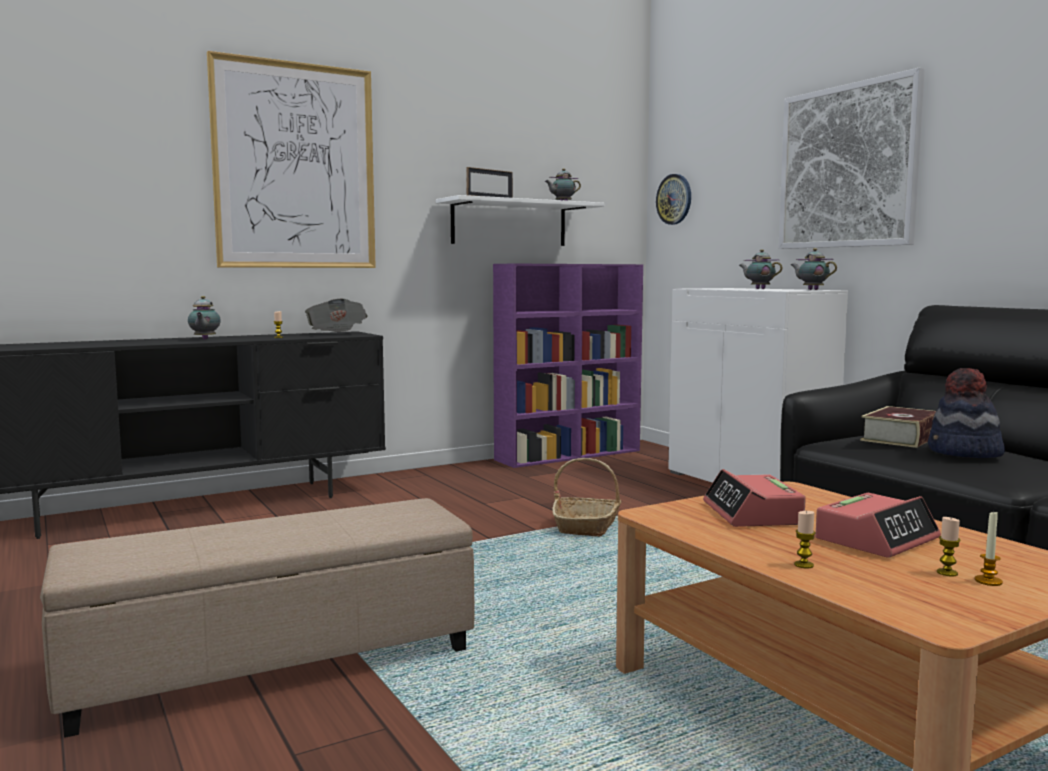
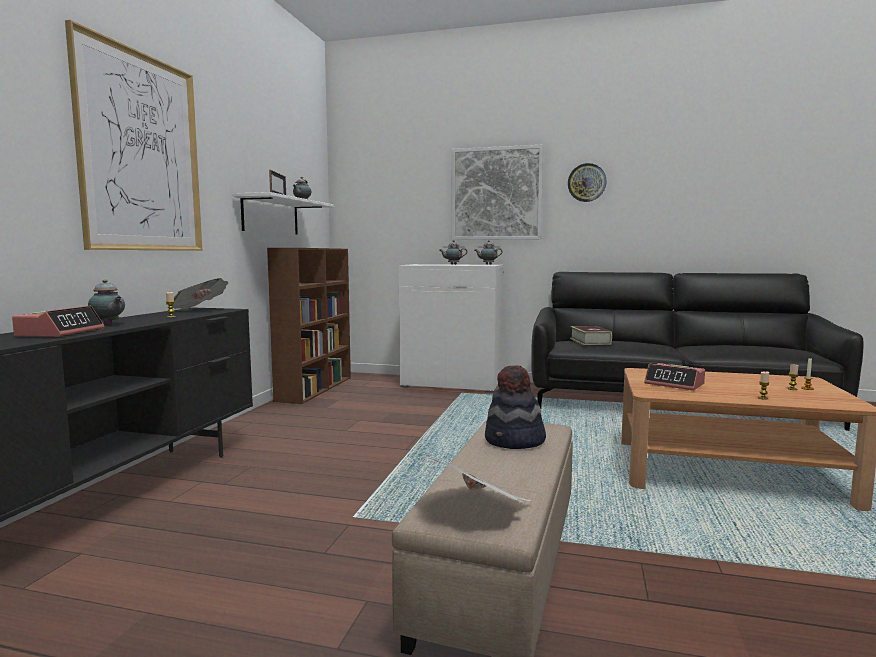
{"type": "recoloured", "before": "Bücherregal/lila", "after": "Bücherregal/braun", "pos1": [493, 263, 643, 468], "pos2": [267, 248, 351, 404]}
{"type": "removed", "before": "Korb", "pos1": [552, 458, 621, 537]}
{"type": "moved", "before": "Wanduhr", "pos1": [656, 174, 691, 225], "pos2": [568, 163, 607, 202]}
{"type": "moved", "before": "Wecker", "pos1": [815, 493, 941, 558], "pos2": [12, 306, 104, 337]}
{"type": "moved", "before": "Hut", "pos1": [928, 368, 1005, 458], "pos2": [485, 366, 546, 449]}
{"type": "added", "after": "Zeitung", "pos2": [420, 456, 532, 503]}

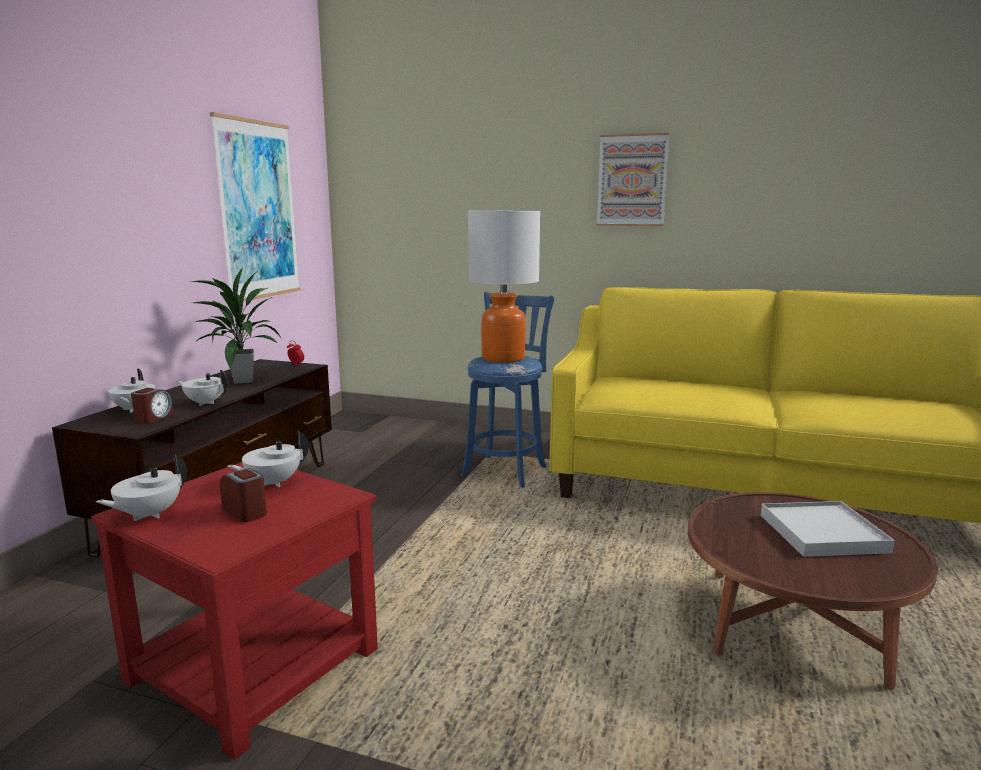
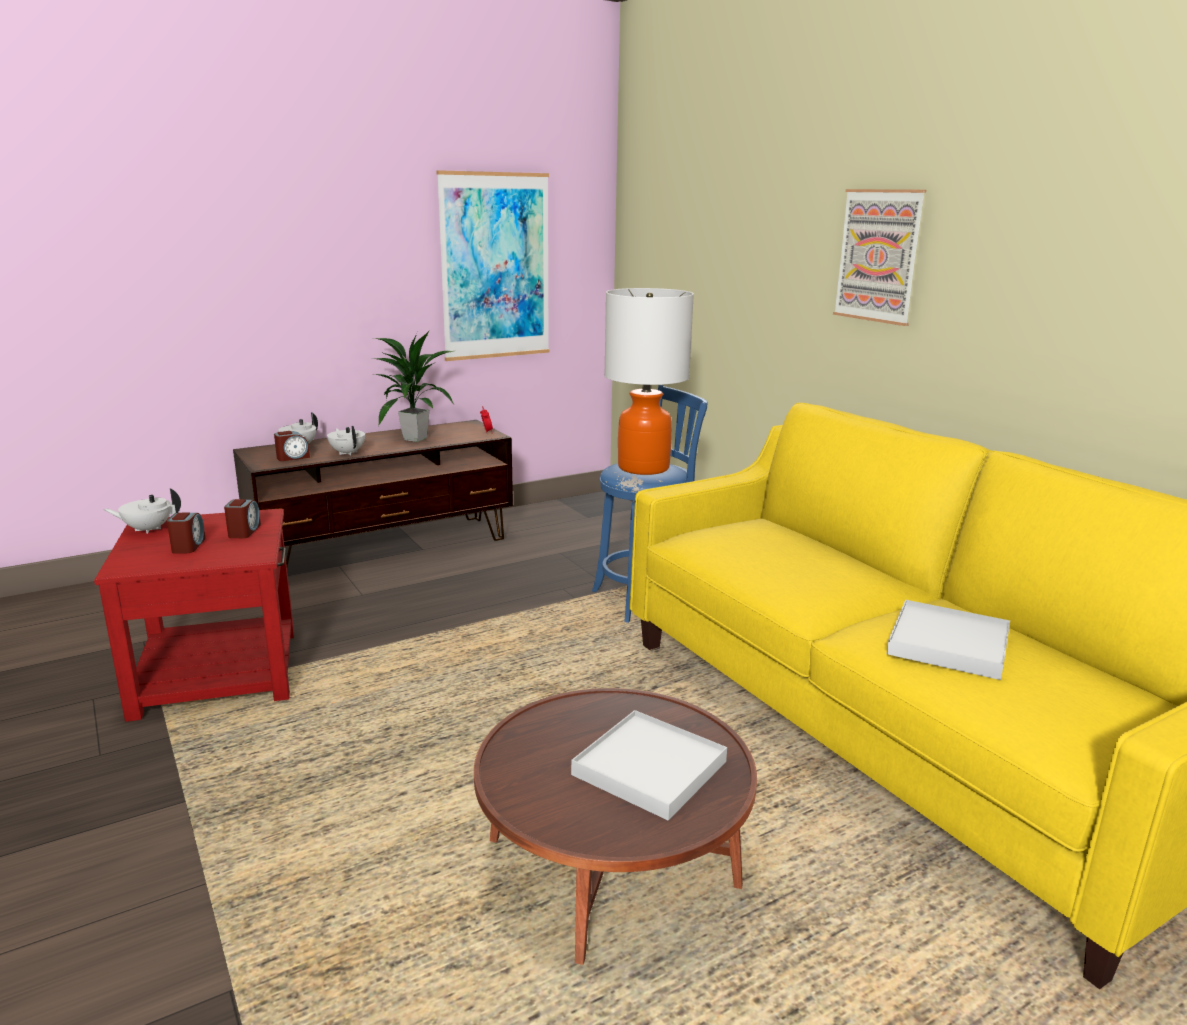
{"type": "replaced", "before": "Teekanne/weiß", "after": "Wecker", "pos1": [227, 431, 309, 487], "pos2": [224, 499, 261, 538]}
{"type": "added", "after": "Tablett/weiß", "pos2": [887, 600, 1010, 680]}

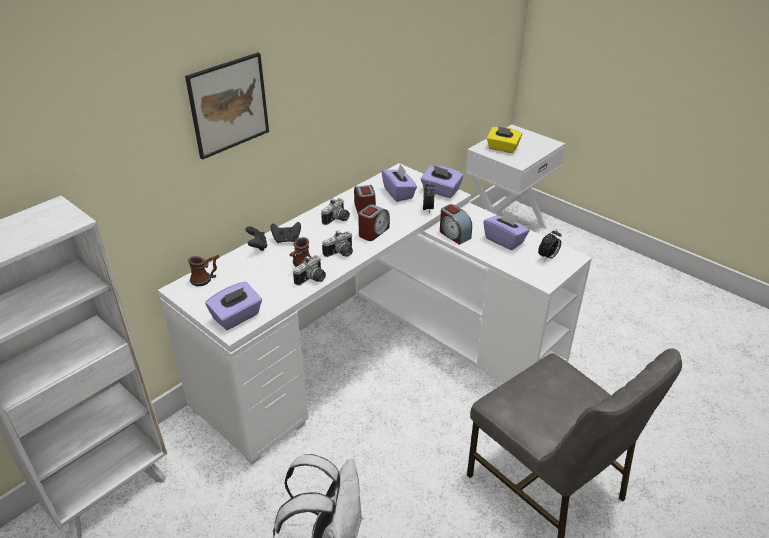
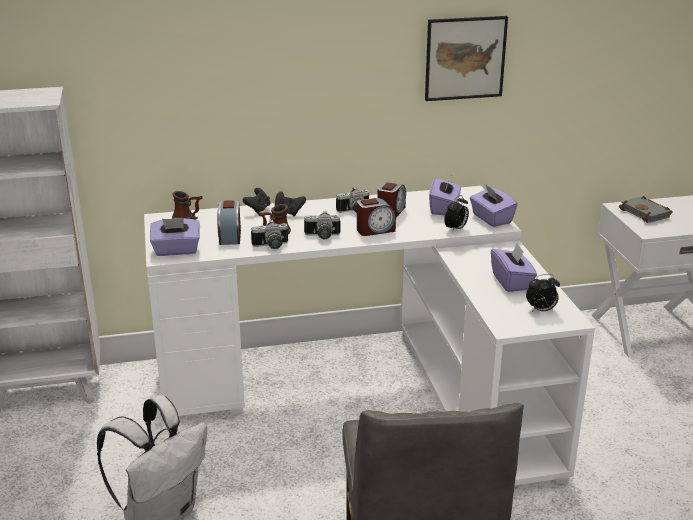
{"type": "moved", "before": "Bild", "pos1": [185, 52, 269, 160], "pos2": [425, 16, 508, 101]}
{"type": "moved", "before": "Wecker", "pos1": [440, 204, 472, 245], "pos2": [217, 200, 241, 245]}
{"type": "replaced", "before": "Taschentuchbox/gelb", "after": "Buch/grau", "pos1": [487, 126, 522, 153], "pos2": [619, 196, 673, 223]}

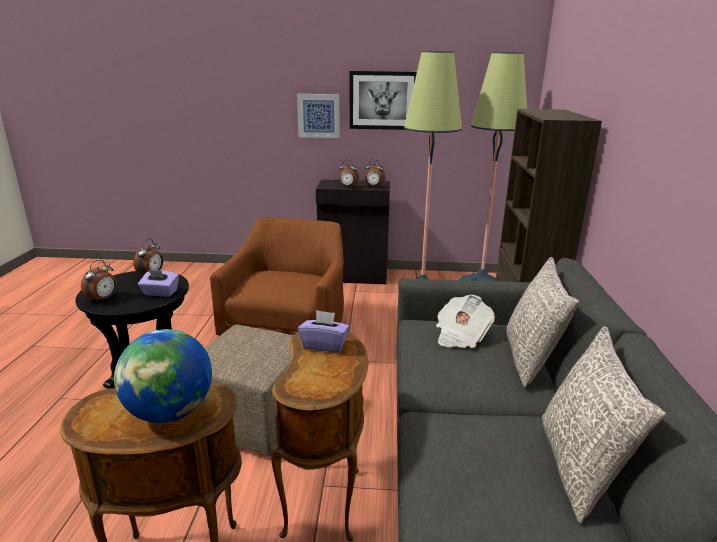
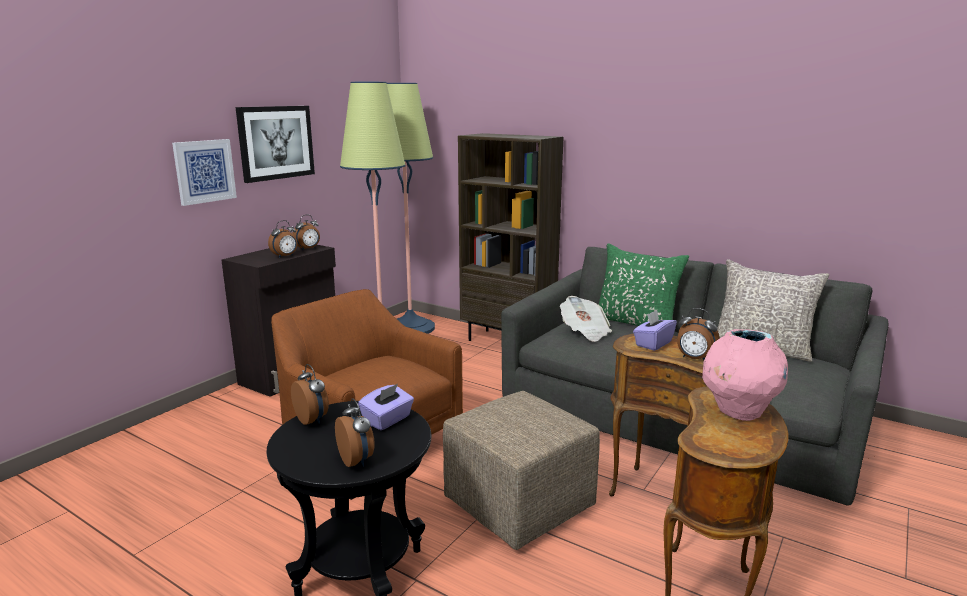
{"type": "replaced", "before": "Globus", "after": "Vase/rosa", "pos1": [114, 329, 212, 423], "pos2": [702, 329, 788, 421]}
{"type": "recoloured", "before": "Kissen/grau", "after": "Kissen/grün", "pos1": [506, 257, 580, 387], "pos2": [599, 243, 689, 326]}
{"type": "added", "after": "Wecker", "pos2": [677, 308, 720, 360]}

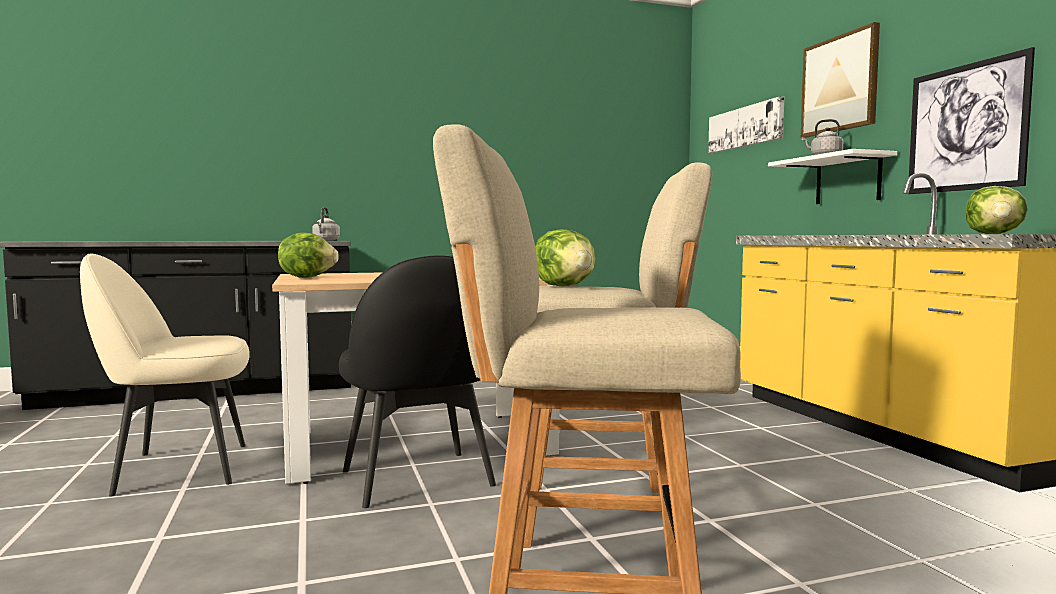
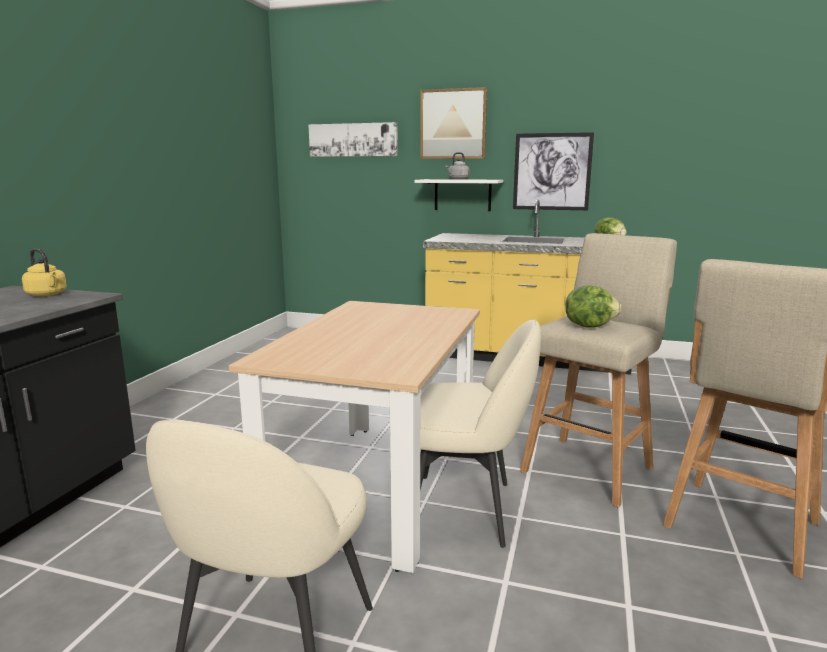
{"type": "removed", "before": "Salatkopf", "pos1": [278, 232, 339, 278]}
{"type": "recoloured", "before": "Wasserkessel/grau", "after": "Wasserkessel/gelb", "pos1": [312, 207, 340, 241], "pos2": [22, 248, 67, 296]}
{"type": "recoloured", "before": "Stuhl/schwarz", "after": "Stuhl/beige", "pos1": [339, 255, 496, 508], "pos2": [420, 319, 541, 548]}

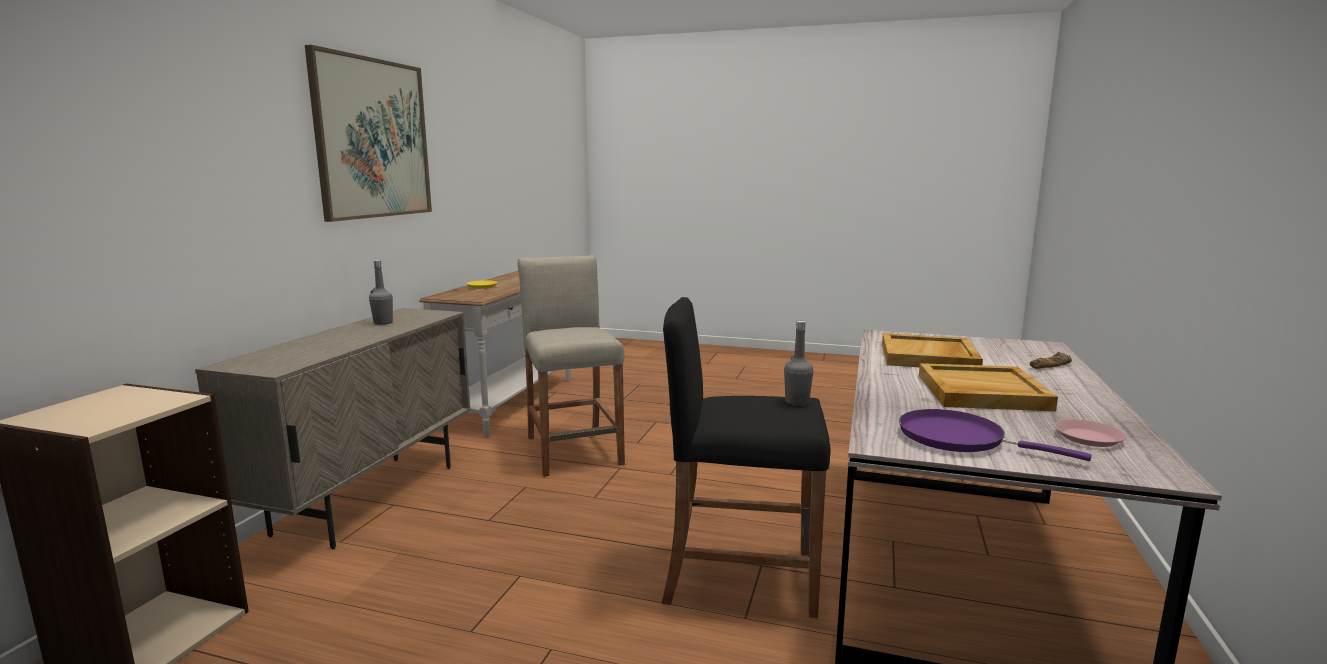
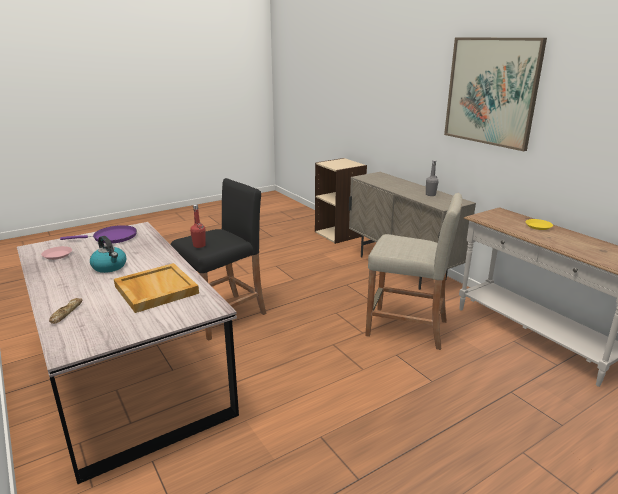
{"type": "recoloured", "before": "Flasche/grau", "after": "Flasche/rot", "pos1": [784, 321, 814, 406], "pos2": [190, 205, 206, 248]}
{"type": "replaced", "before": "Tablett/beige", "after": "Wasserkessel", "pos1": [919, 363, 1058, 411], "pos2": [90, 236, 126, 273]}

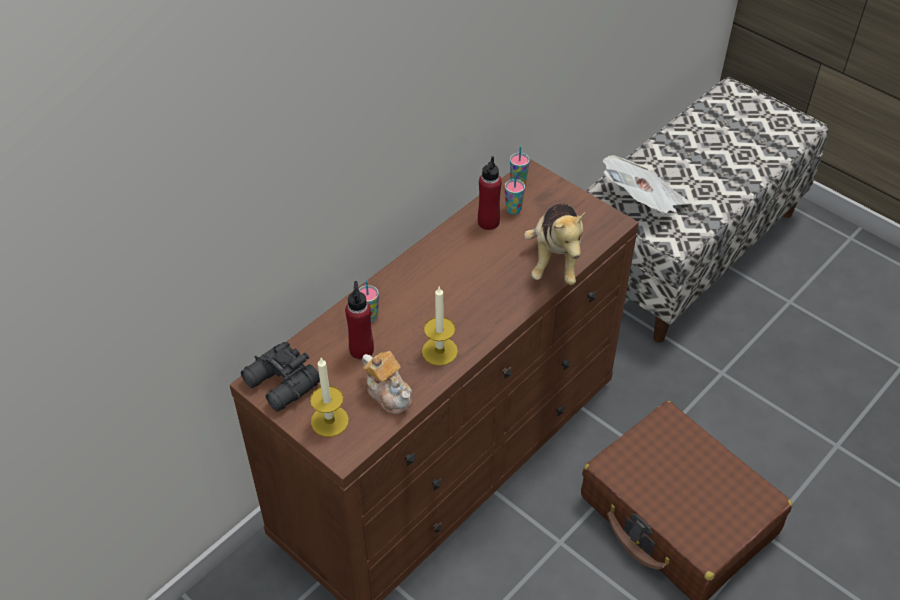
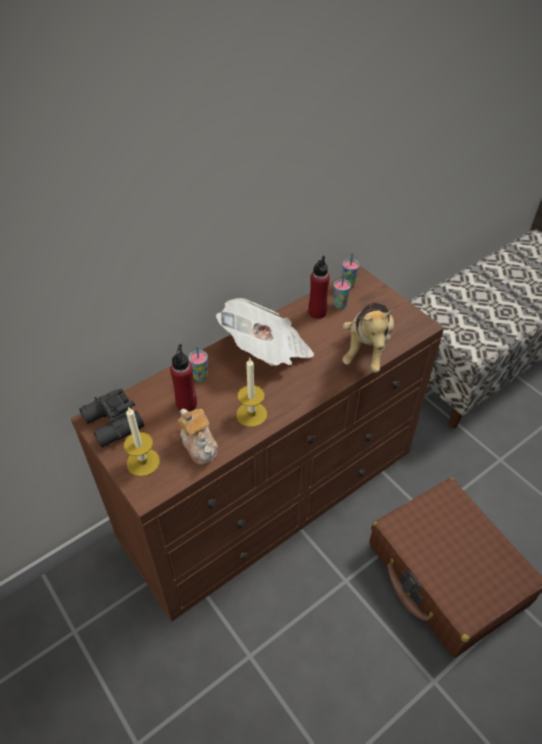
{"type": "moved", "before": "Zeitung", "pos1": [603, 155, 689, 214], "pos2": [216, 298, 314, 366]}

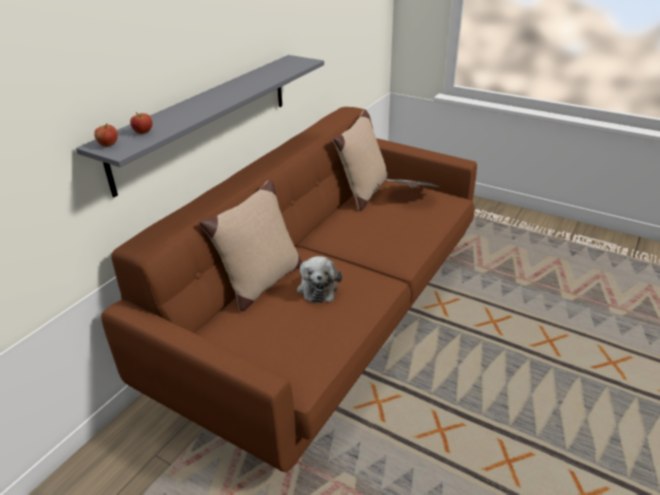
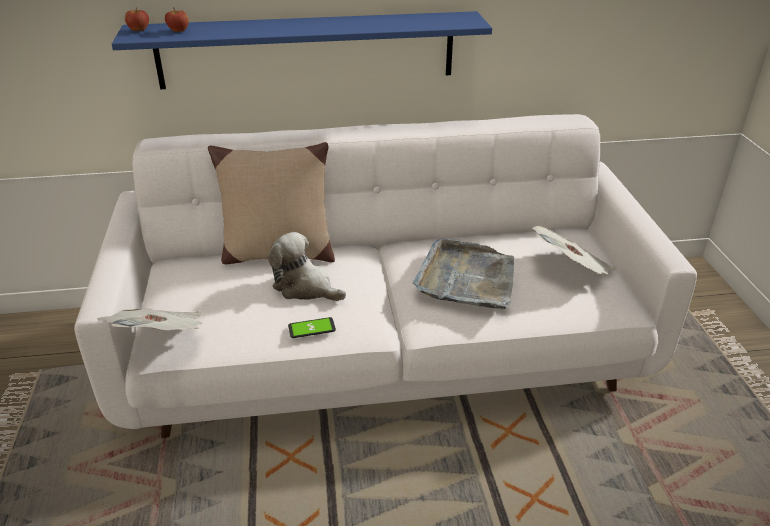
{"type": "recoloured", "before": "Wandregal/grau", "after": "Wandregal/blau", "pos1": [76, 55, 324, 198], "pos2": [112, 11, 492, 89]}
{"type": "recoloured", "before": "Sofa/braun", "after": "Sofa/weiß", "pos1": [101, 107, 477, 472], "pos2": [74, 114, 697, 438]}
{"type": "turned", "before": "Plüschtier", "pos1": [297, 256, 342, 303], "pos2": [268, 232, 346, 301], "turn": 75}
{"type": "removed", "before": "Kissen/beige", "pos1": [333, 110, 389, 211]}
{"type": "added", "after": "Zeitung", "pos2": [97, 308, 202, 330]}
{"type": "added", "after": "Handy", "pos2": [288, 317, 336, 338]}
{"type": "added", "after": "Tablett/grau", "pos2": [413, 238, 514, 309]}

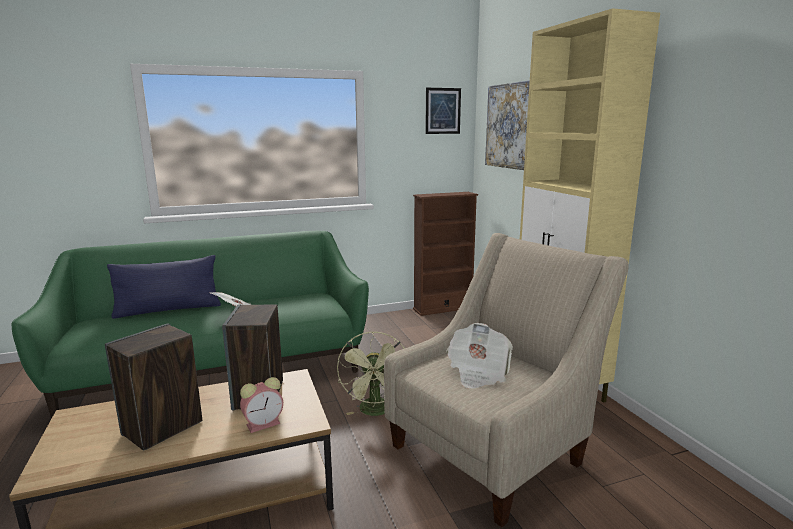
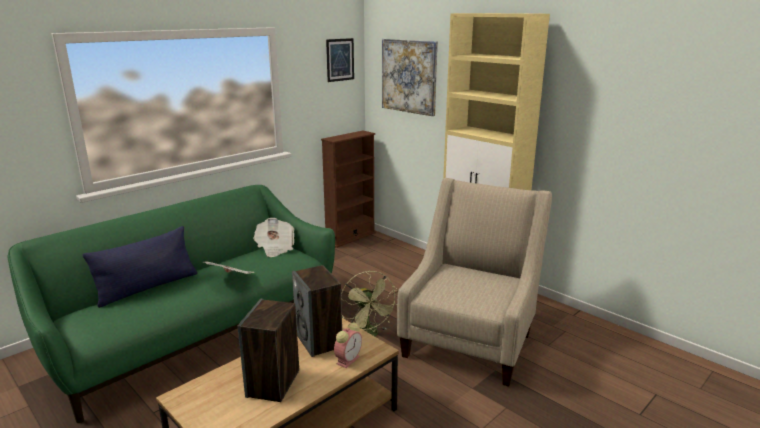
{"type": "moved", "before": "Zeitung", "pos1": [446, 323, 513, 388], "pos2": [253, 218, 294, 257]}

